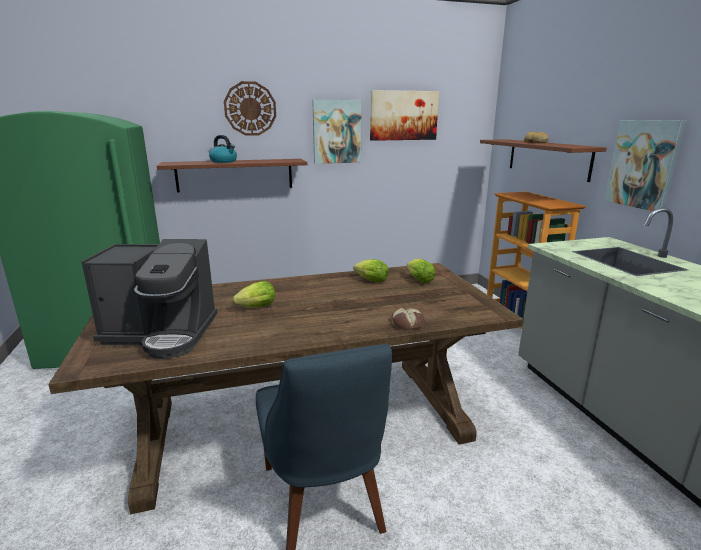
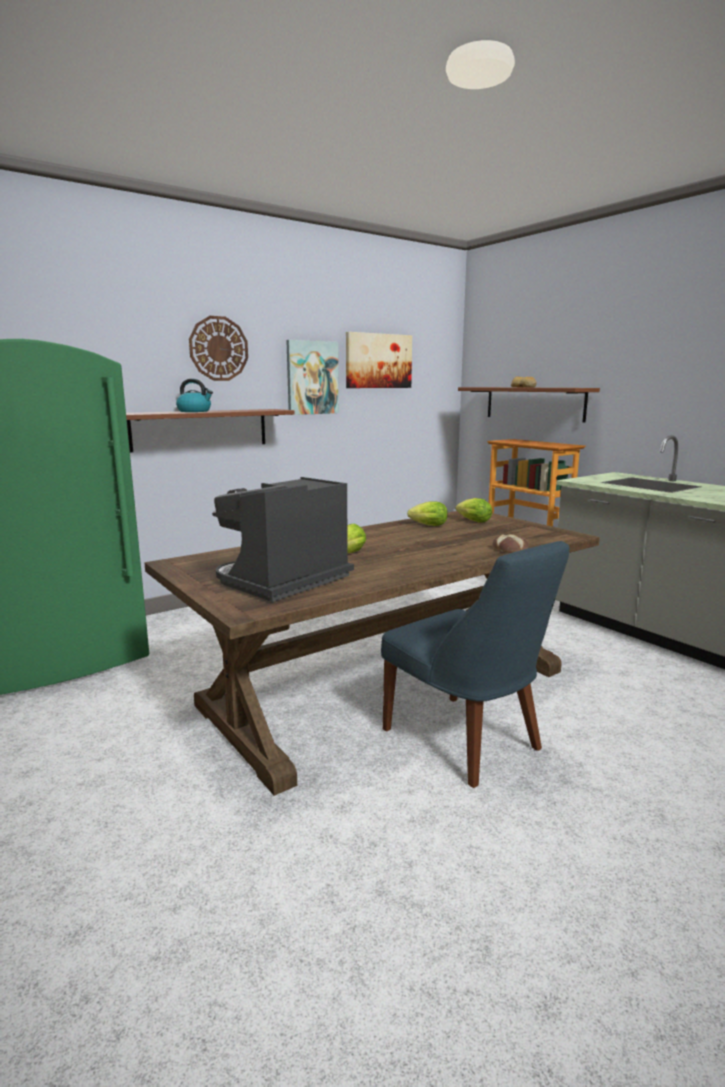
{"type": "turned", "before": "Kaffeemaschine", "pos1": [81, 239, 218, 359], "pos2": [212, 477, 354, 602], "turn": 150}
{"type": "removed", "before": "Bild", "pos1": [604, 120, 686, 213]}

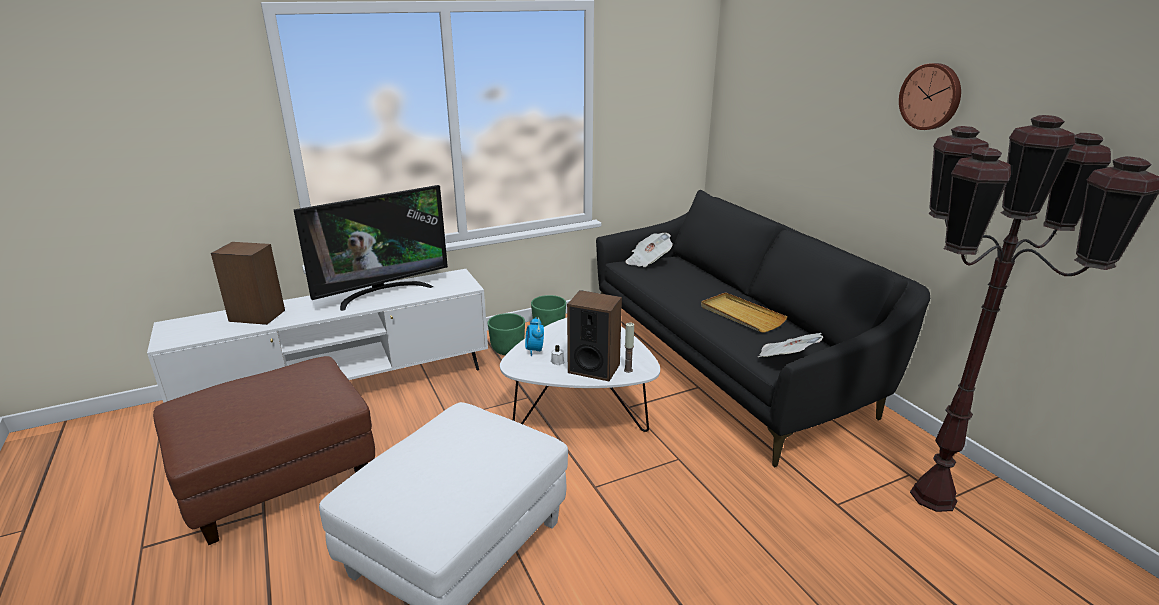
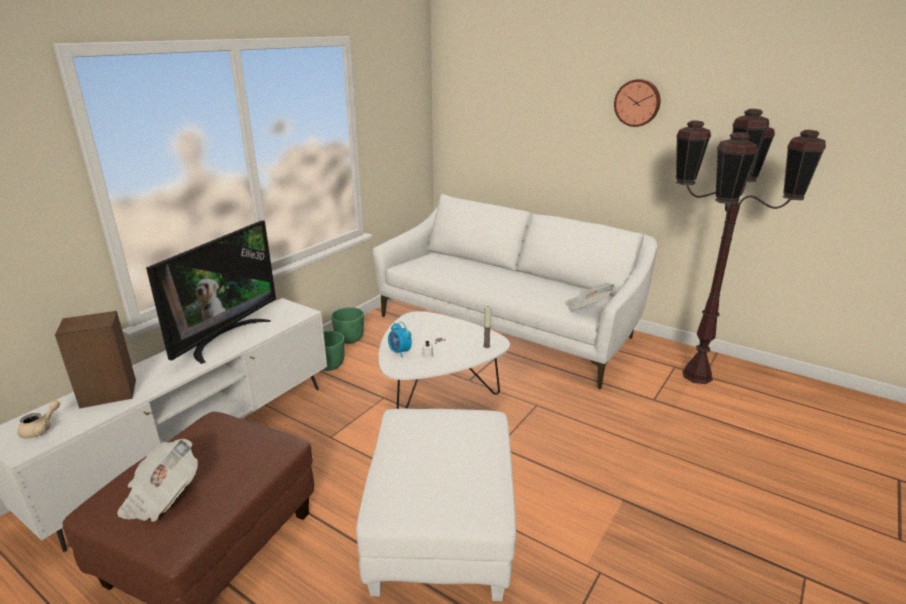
{"type": "removed", "before": "Lautsprecher", "pos1": [567, 290, 622, 381]}
{"type": "recoloured", "before": "Sofa/schwarz", "after": "Sofa/weiß", "pos1": [596, 190, 930, 467], "pos2": [373, 194, 658, 389]}
{"type": "moved", "before": "Zeitung", "pos1": [625, 233, 673, 267], "pos2": [117, 439, 198, 522]}
{"type": "removed", "before": "Tablett/beige", "pos1": [701, 292, 787, 333]}
{"type": "added", "after": "Teekanne/beige", "pos2": [18, 400, 60, 439]}

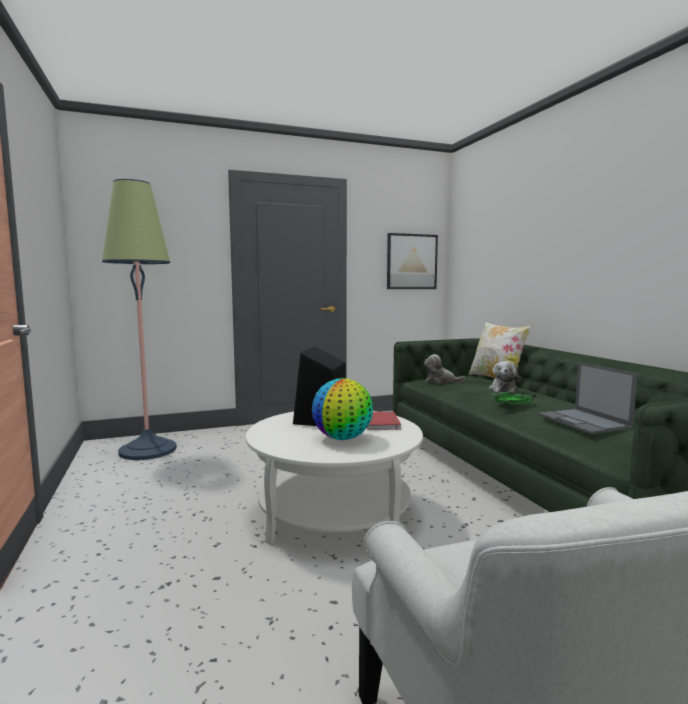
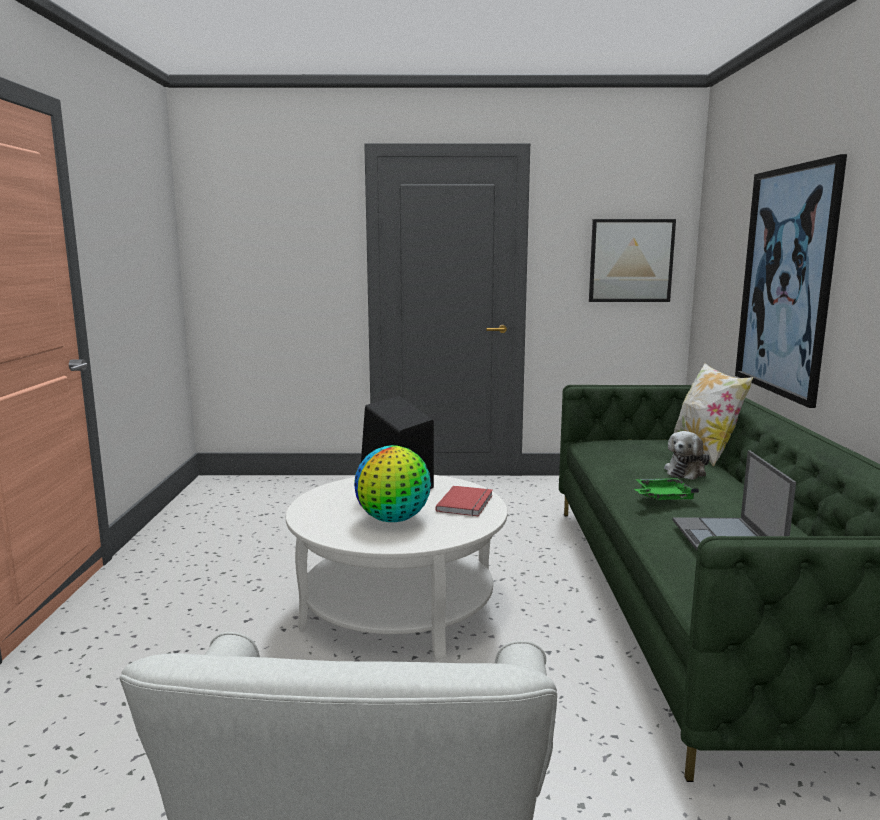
{"type": "removed", "before": "Stehlampe", "pos1": [102, 179, 177, 460]}
{"type": "removed", "before": "Plüschtier", "pos1": [424, 354, 465, 383]}
{"type": "added", "after": "Bild", "pos2": [735, 154, 847, 408]}

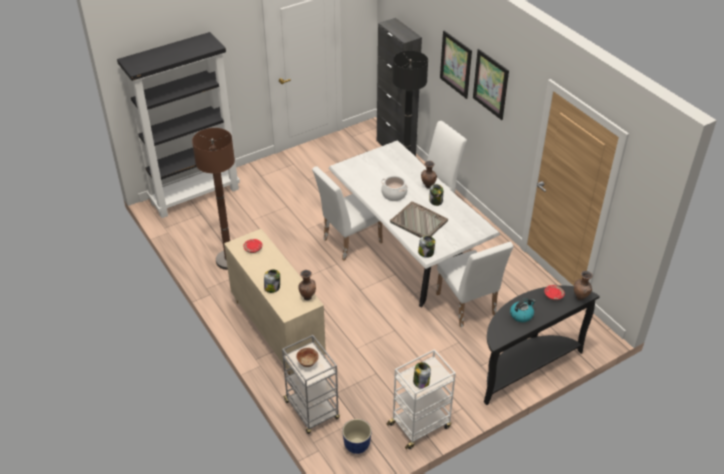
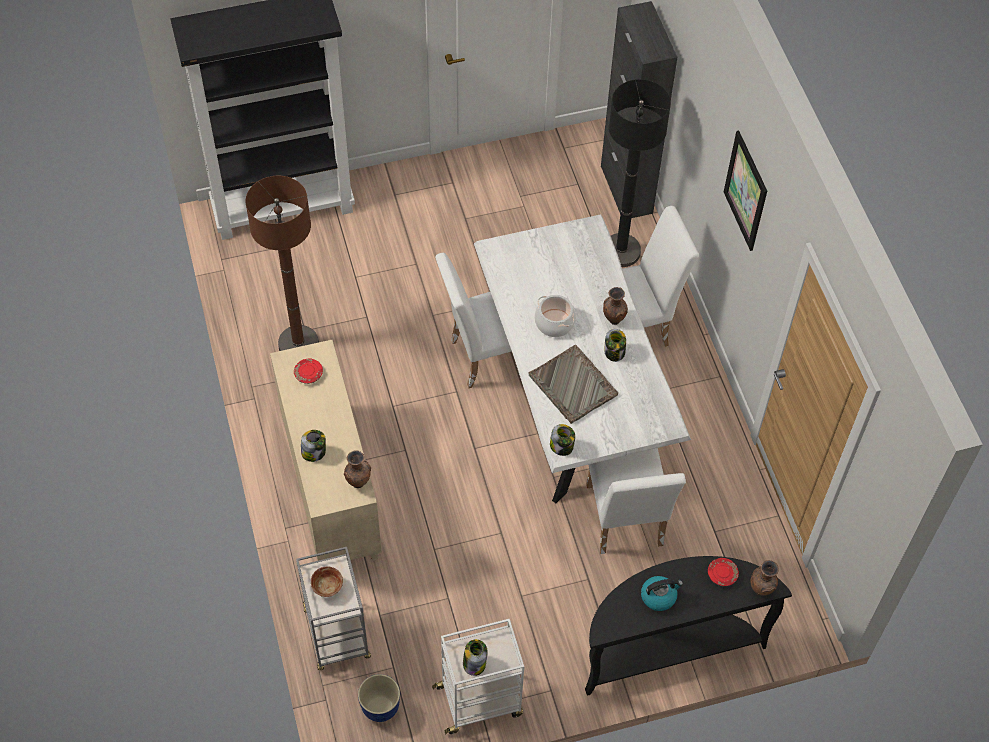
{"type": "removed", "before": "Bild", "pos1": [440, 30, 472, 99]}

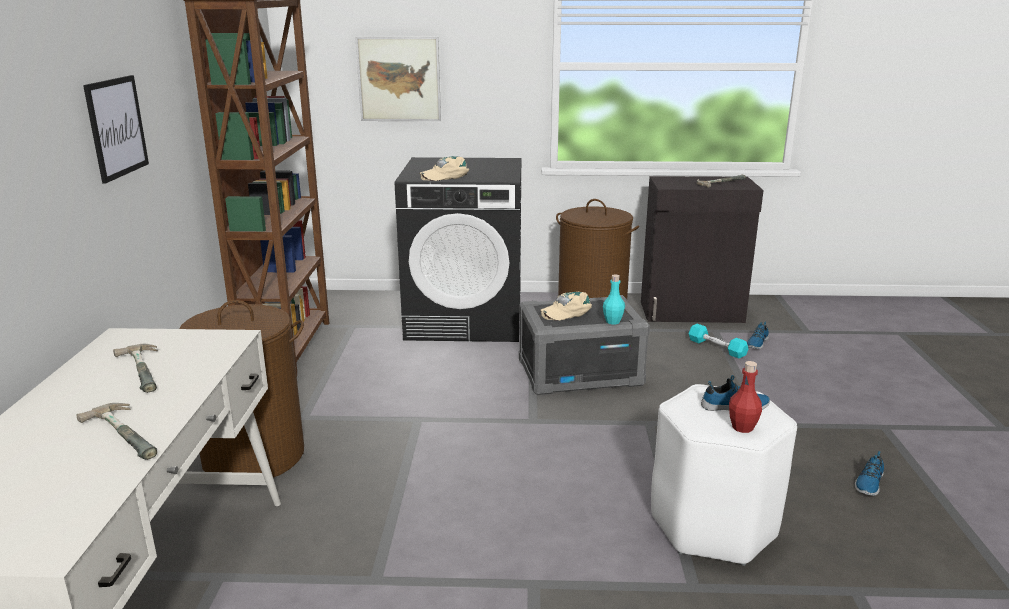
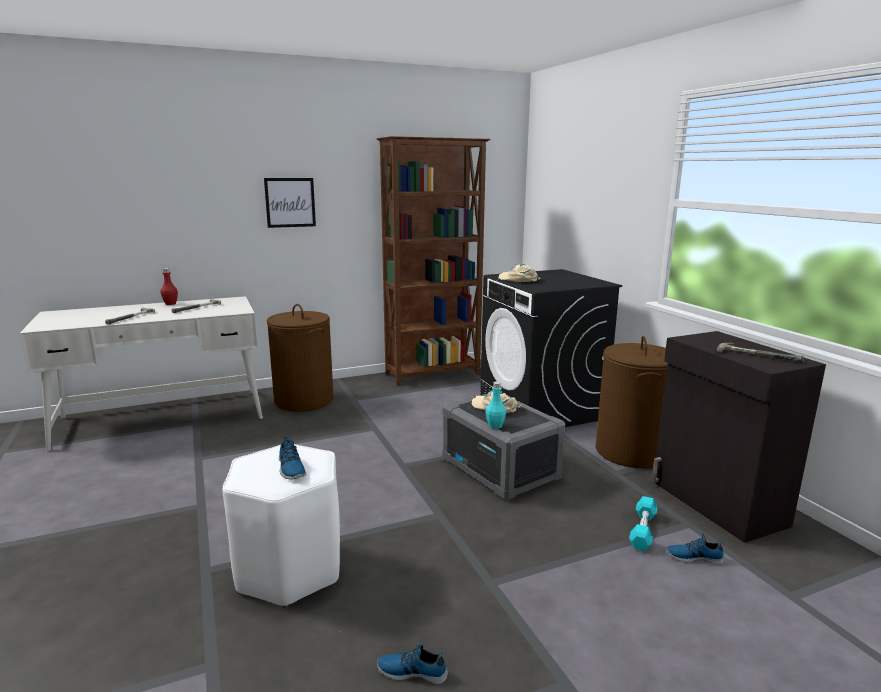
{"type": "removed", "before": "Bild", "pos1": [355, 37, 441, 121]}
{"type": "moved", "before": "Flasche/rot", "pos1": [729, 361, 762, 433], "pos2": [160, 268, 178, 305]}

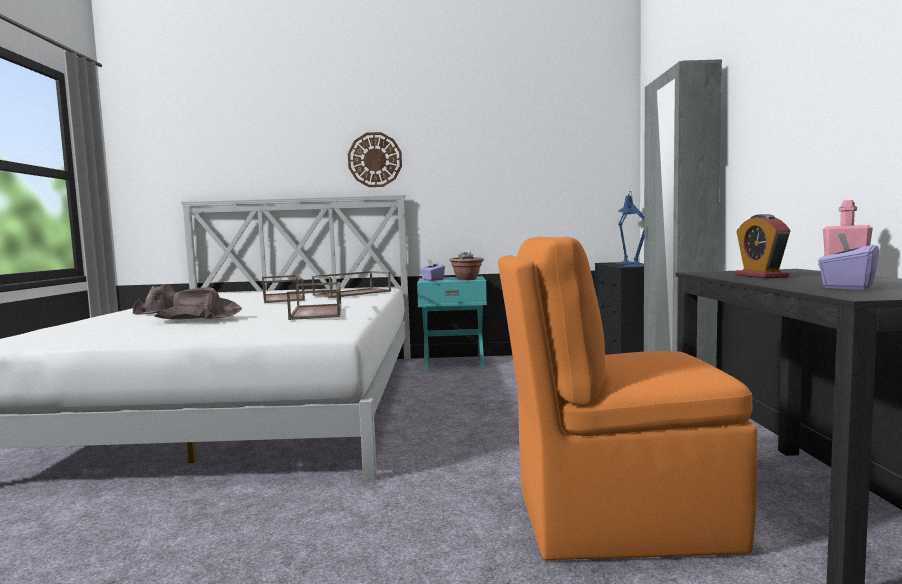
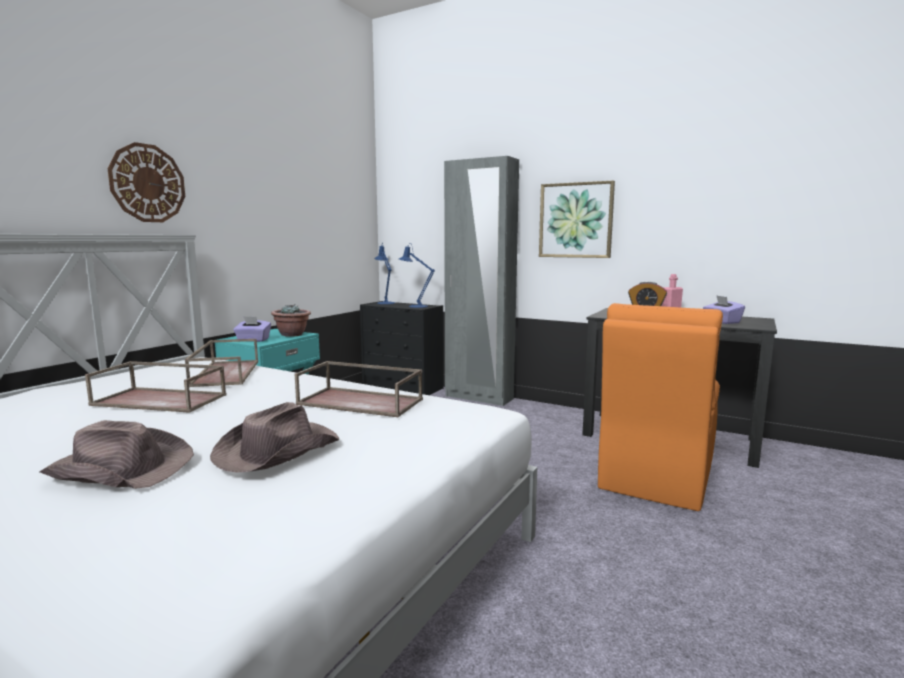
{"type": "added", "after": "Bild", "pos2": [539, 181, 615, 258]}

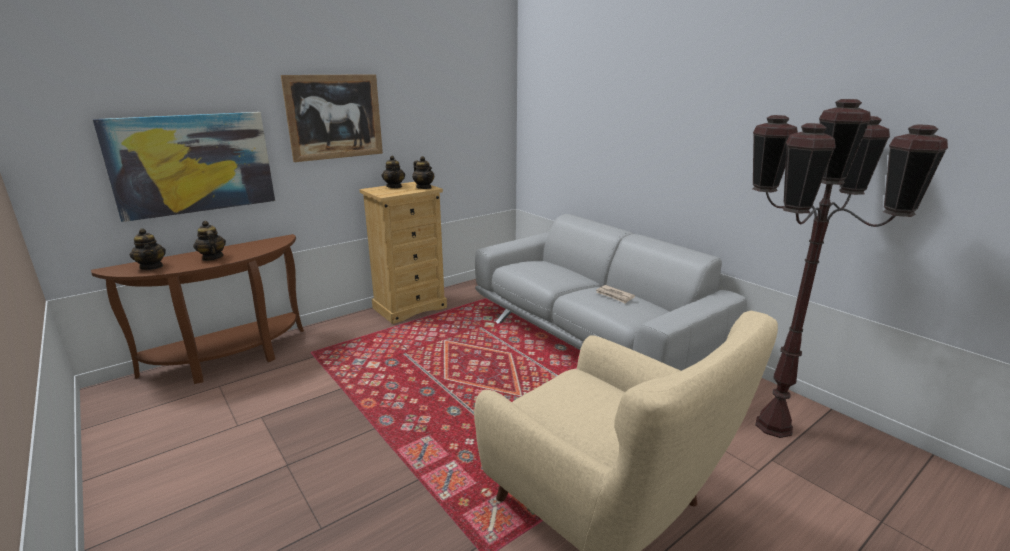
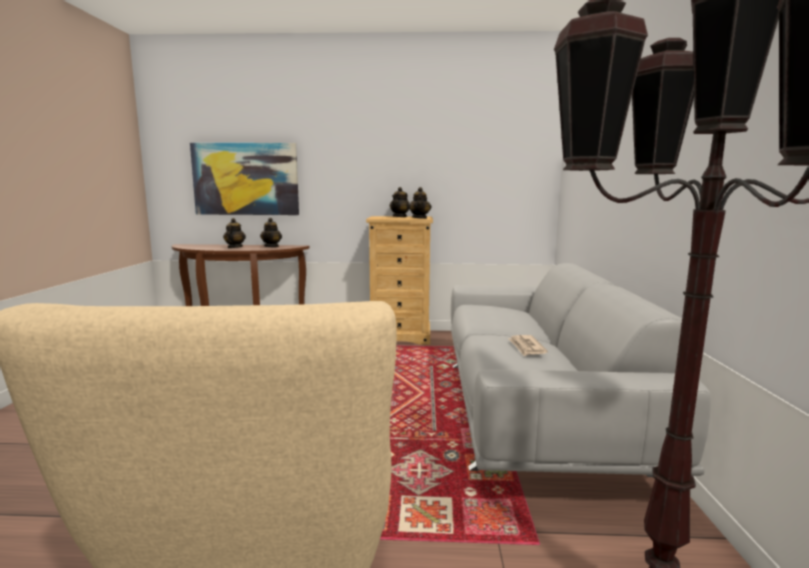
{"type": "moved", "before": "Teekanne", "pos1": [130, 228, 166, 270], "pos2": [260, 218, 282, 247]}
{"type": "removed", "before": "Bild", "pos1": [281, 74, 383, 162]}

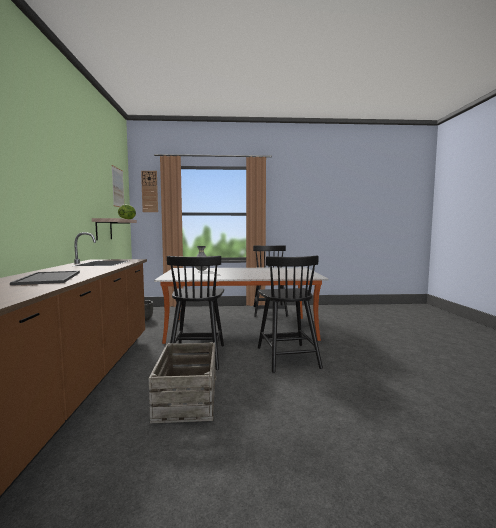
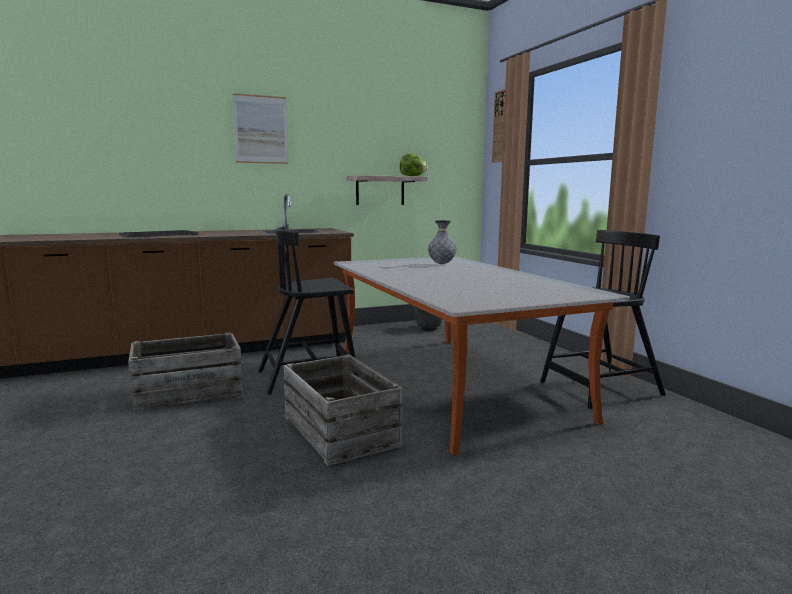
{"type": "moved", "before": "Bild", "pos1": [111, 165, 124, 207], "pos2": [233, 93, 288, 164]}
{"type": "replaced", "before": "Stuhl/schwarz", "after": "Kiste", "pos1": [258, 256, 323, 373], "pos2": [284, 355, 403, 466]}

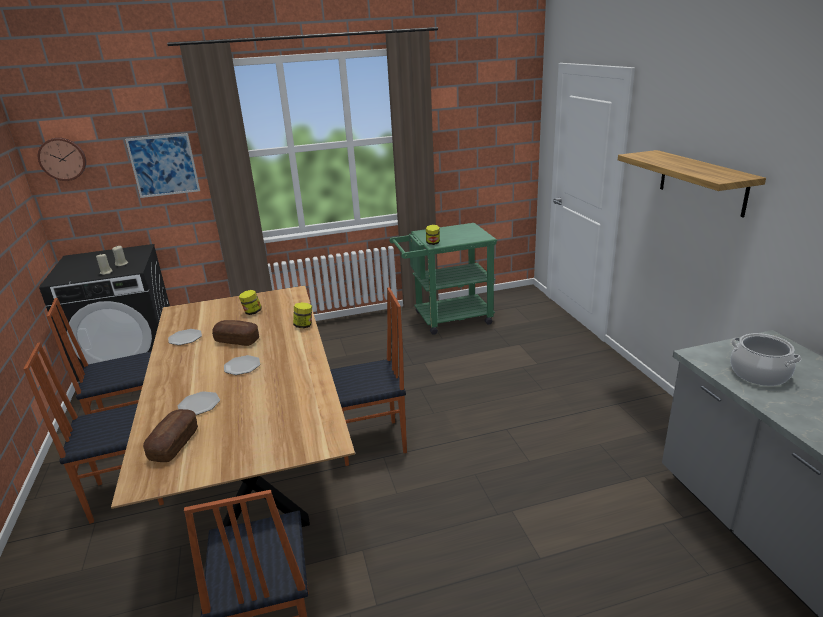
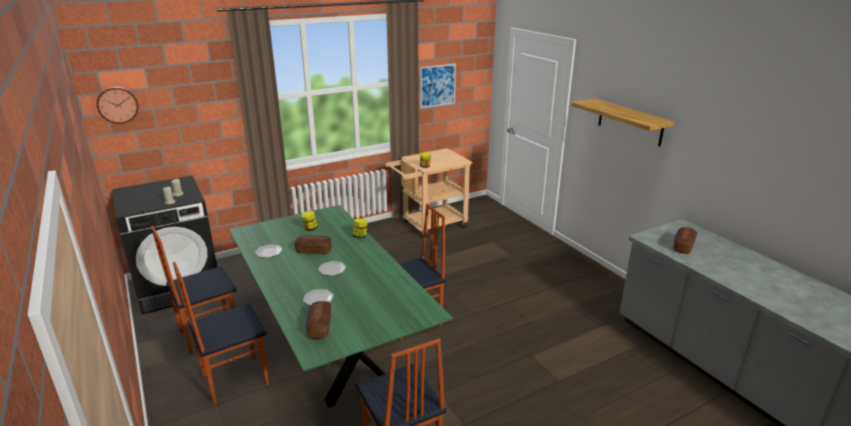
{"type": "recoloured", "before": "Esstisch/braun", "after": "Esstisch/grün", "pos1": [111, 285, 355, 527], "pos2": [229, 205, 453, 408]}
{"type": "moved", "before": "Bild", "pos1": [125, 133, 200, 198], "pos2": [420, 63, 456, 108]}
{"type": "recoloured", "before": "Rollwagen/grün", "after": "Rollwagen/beige", "pos1": [389, 223, 497, 335], "pos2": [385, 148, 472, 238]}
{"type": "replaced", "before": "Kochtopf", "after": "Brot", "pos1": [730, 333, 802, 386], "pos2": [673, 227, 697, 254]}

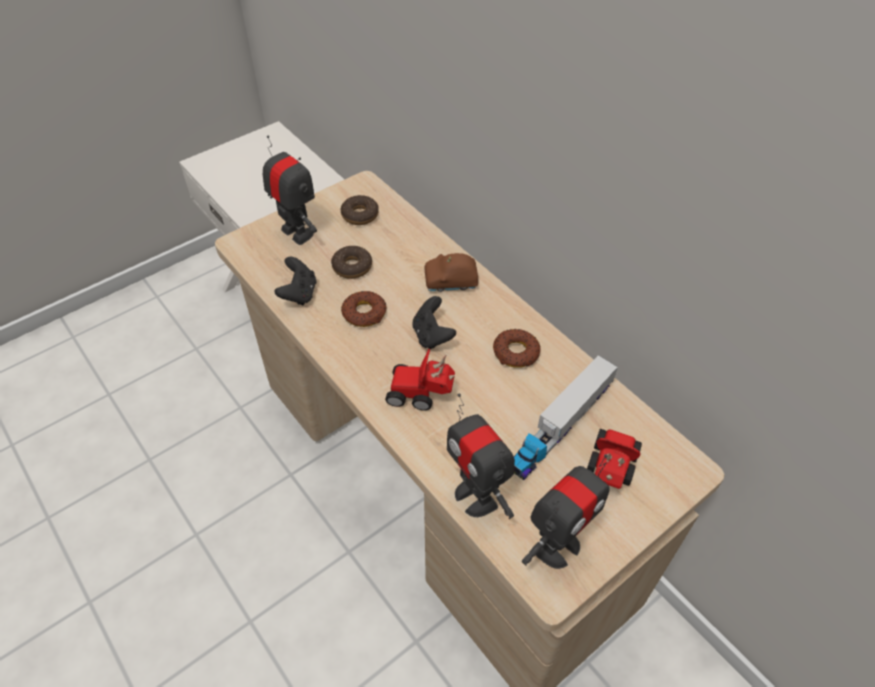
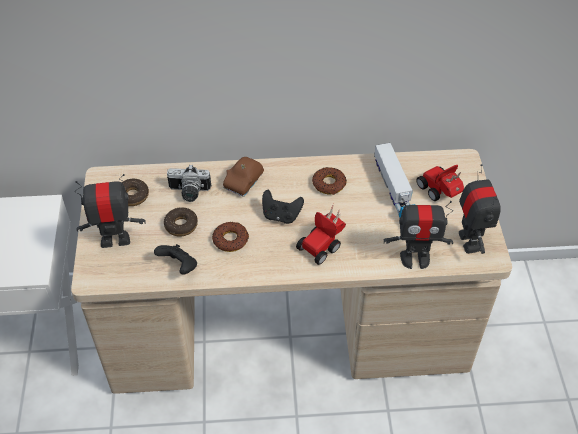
{"type": "added", "after": "Kamera", "pos2": [167, 164, 211, 202]}

